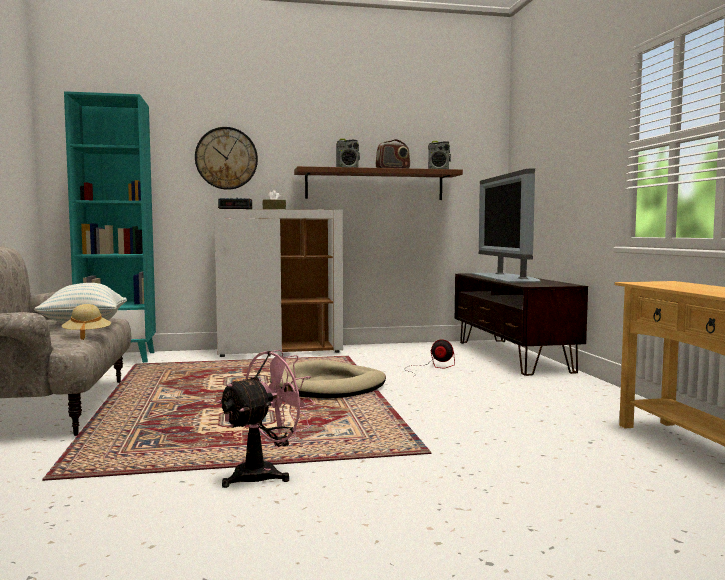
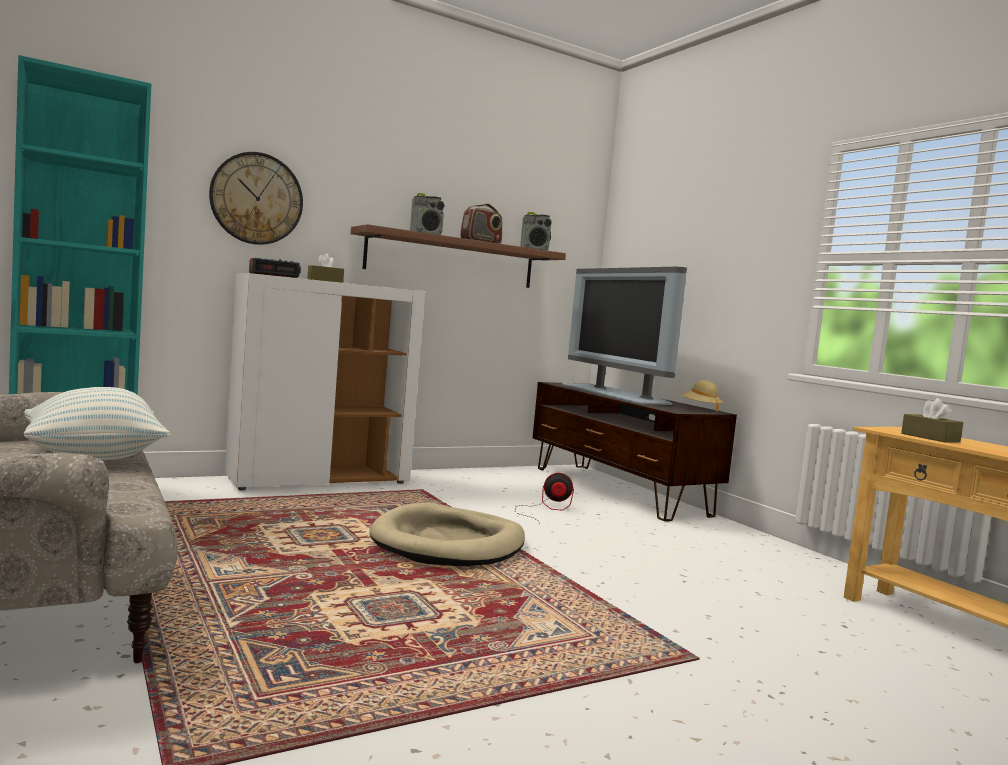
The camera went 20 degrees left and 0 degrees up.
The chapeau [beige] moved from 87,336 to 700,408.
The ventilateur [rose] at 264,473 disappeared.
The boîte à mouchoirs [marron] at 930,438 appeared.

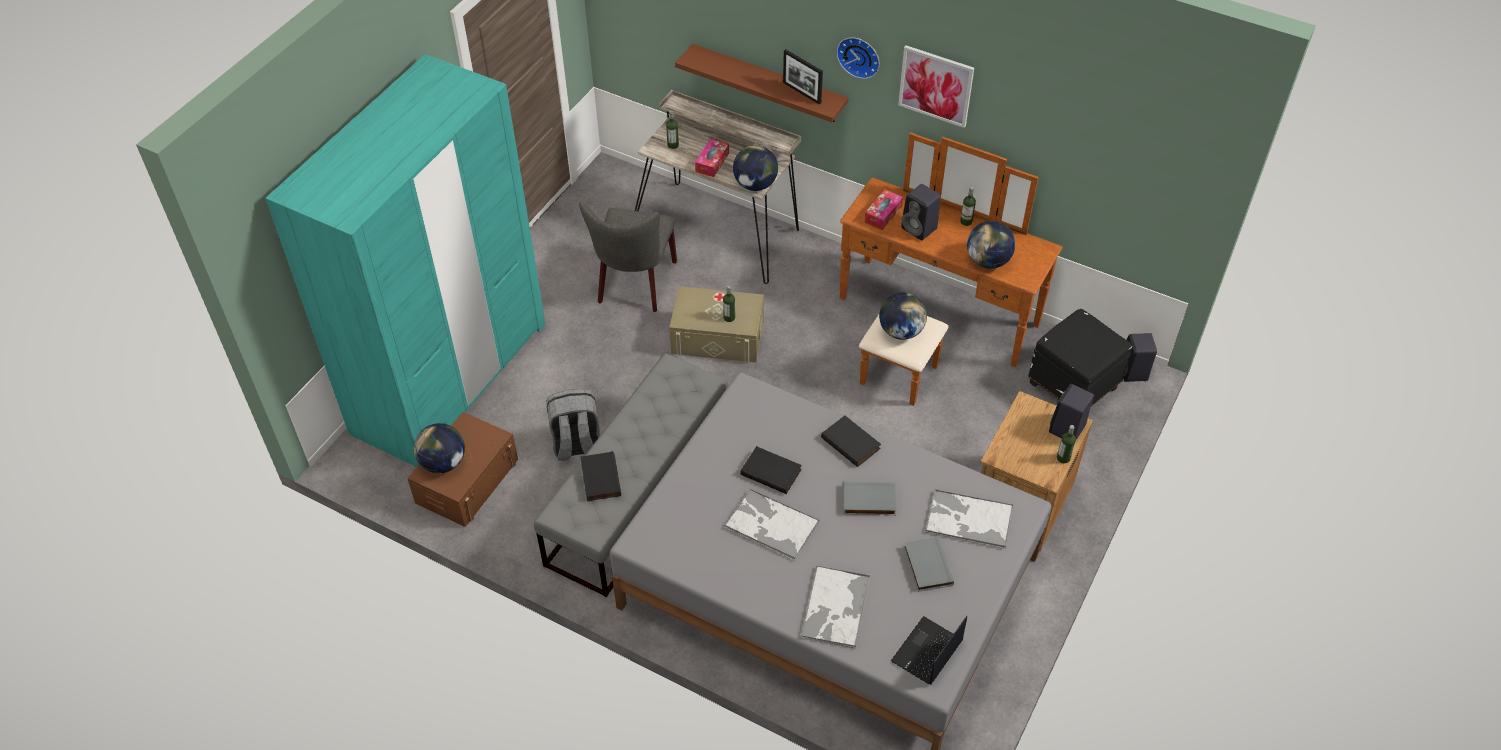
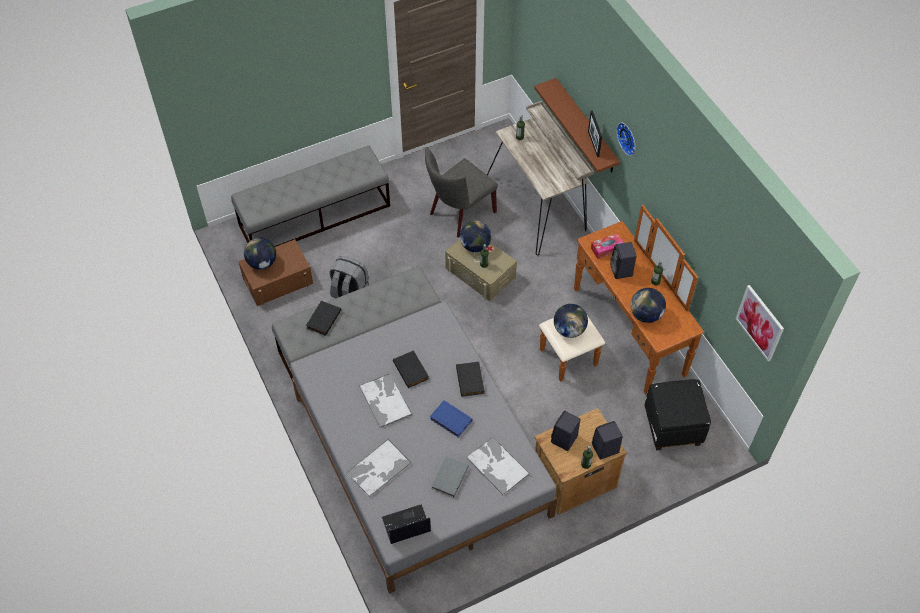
The camera went 35 degrees right and 5 degrees up.
The tableau moved from 936,86 to 760,322.
The armoire [turquoise] at 450,378 was replaced by the banc [gris] at 315,215.
The boîte à mouchoirs at 712,162 disappeared.
The globe moved from 755,185 to 475,246.
The enceinte [noir] moved from 1133,372 to 564,440.
The livre [gris] at 868,501 became the livre [bleu] at 450,420.

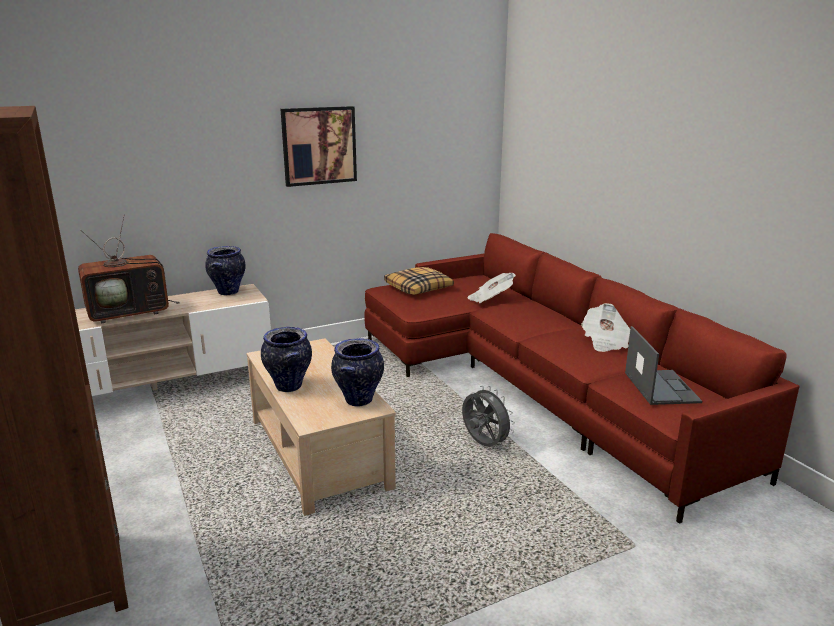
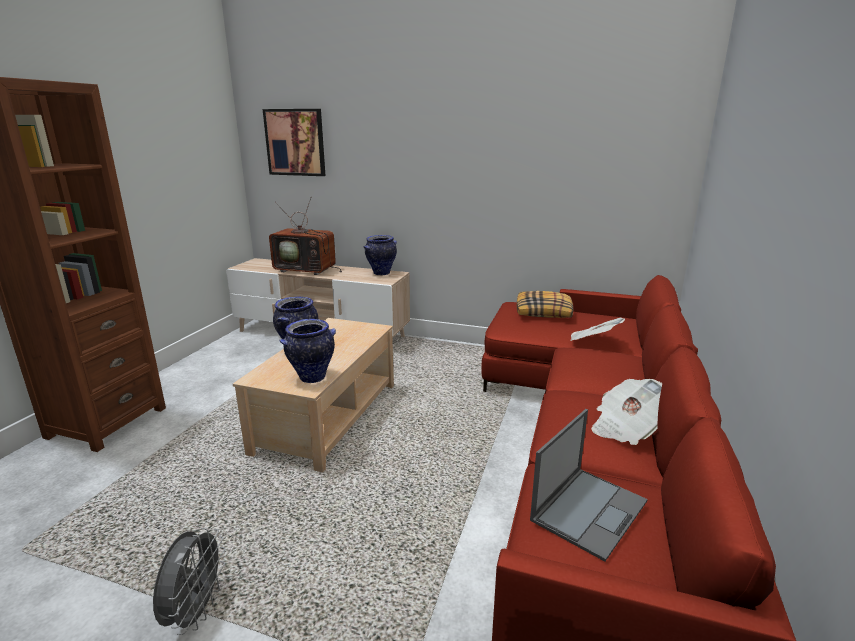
The camera went 45 degrees right and 0 degrees up.
The tableau moved from 319,145 to 295,142.
The ventilateur [gris] moved from 483,445 to 195,612.

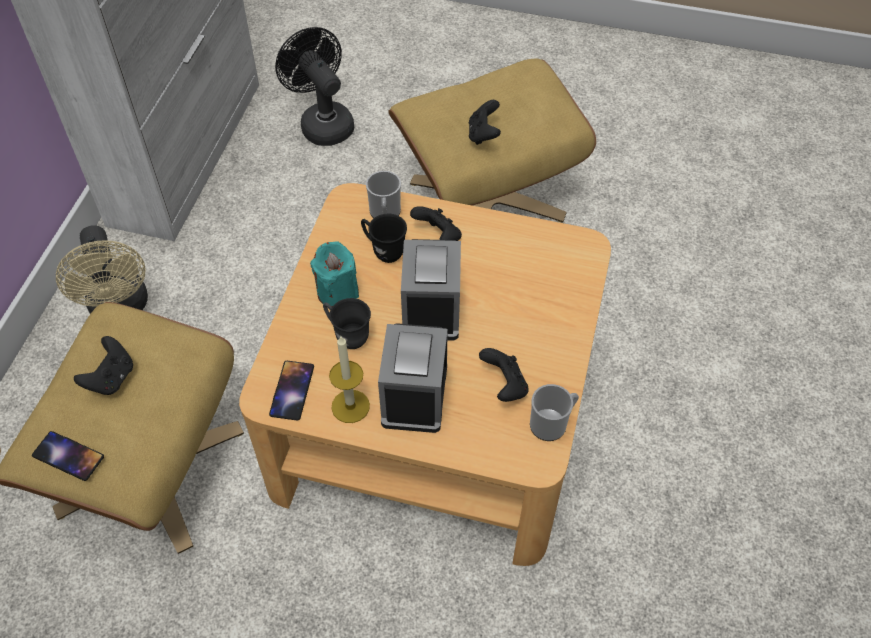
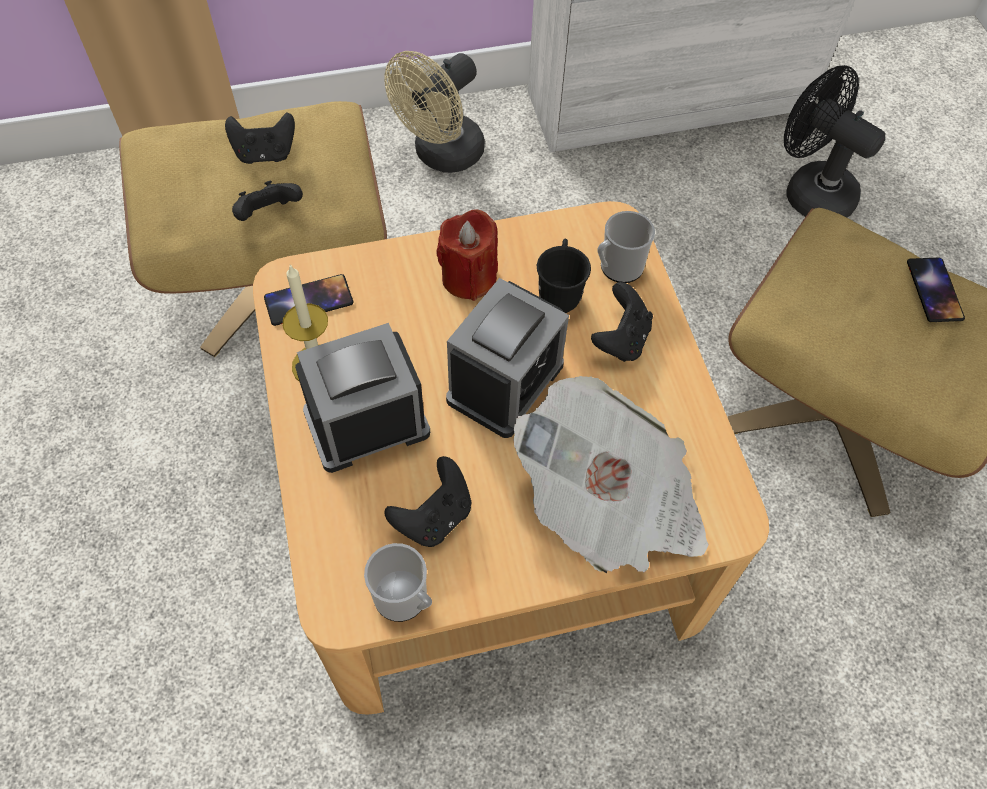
The camera went 60 degrees right and 5 degrees up.
The ventilateur [noir] at 322,122 turned 75 degrees counterclockwise.
The manette [noir] moved from 483,134 to 269,215.
The réveil at 431,308 turned 150 degrees clockwise.
The bougie [turquoise] at 337,292 became the bougie [rouge] at 469,277.
The mug [gris] at 347,335 disappeared.
The téléphone moved from 68,456 to 934,290.
The journal at 611,502 appeared.

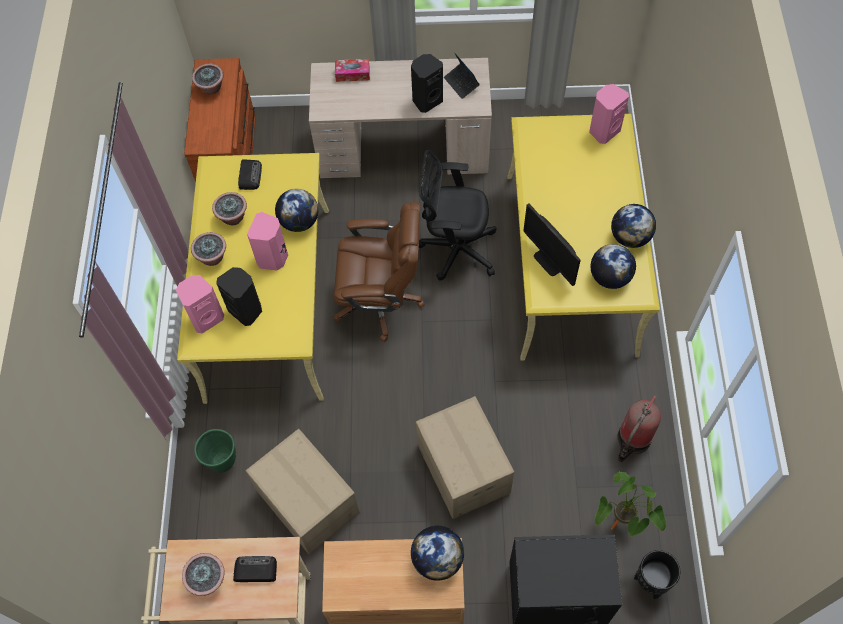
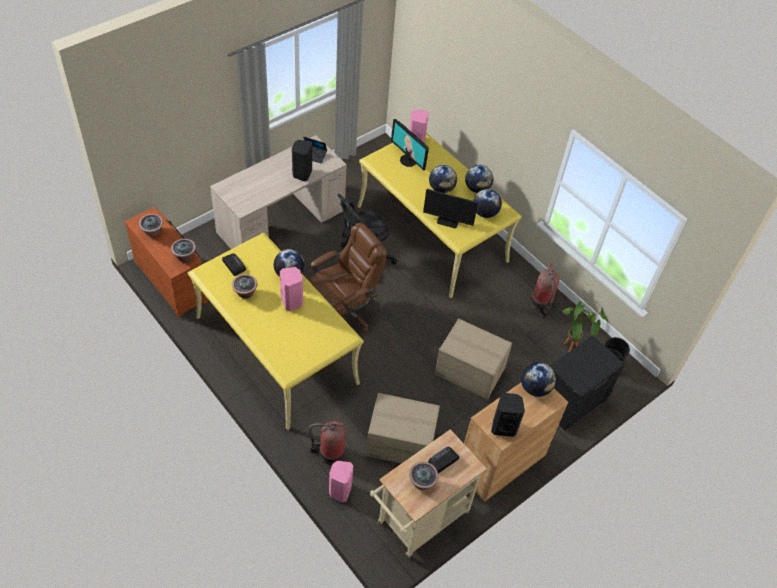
The camera went 45 degrees left and 10 degrees down.
The boîte à mouchoirs at 352,74 disappeared.
The plante en pot moved from 212,257 to 184,257.
The enceinte [noir] moved from 246,310 to 503,427.
The enceinte [rose] moved from 206,317 to 339,490.
The cache-pot [vert] at 222,461 was replaced by the extincteur at 329,453.
The écran d'ordinateur at 408,160 appeared.
The globe at 441,189 appeared.

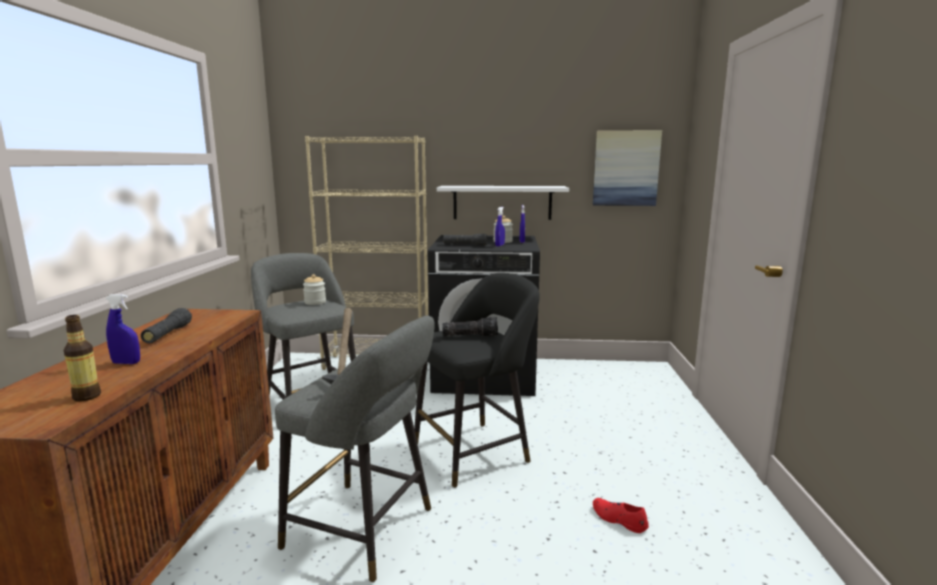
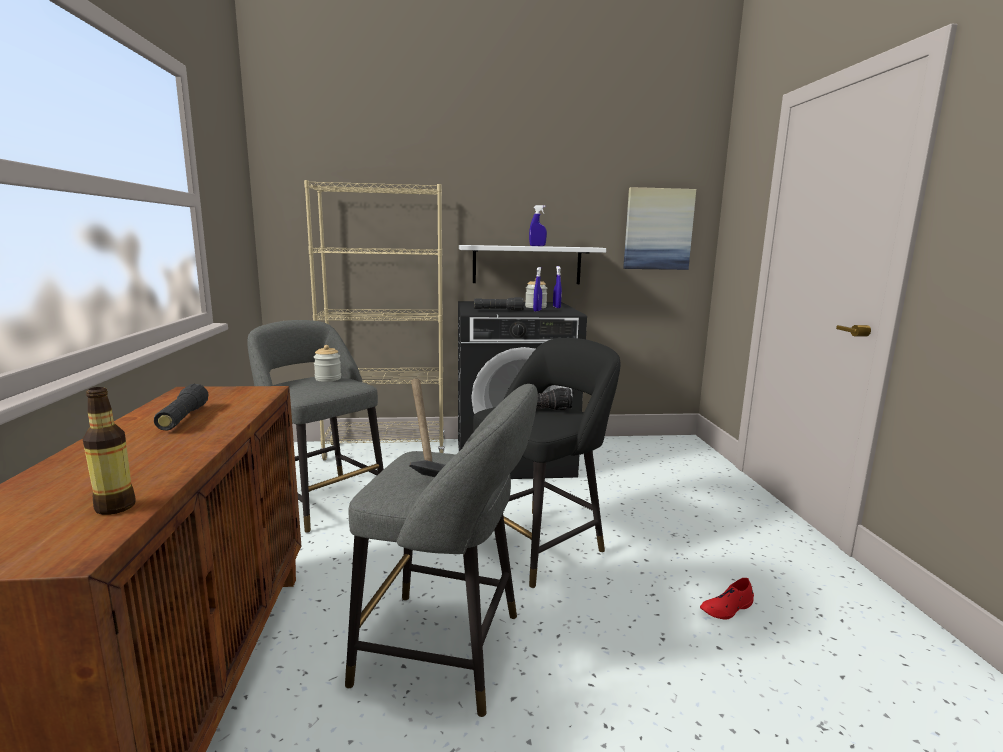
The camera went 10 degrees left and 0 degrees up.
The vaporisateur [bleu] moved from 126,363 to 537,246.
The chaussure [rouge] at 618,519 turned 60 degrees counterclockwise.

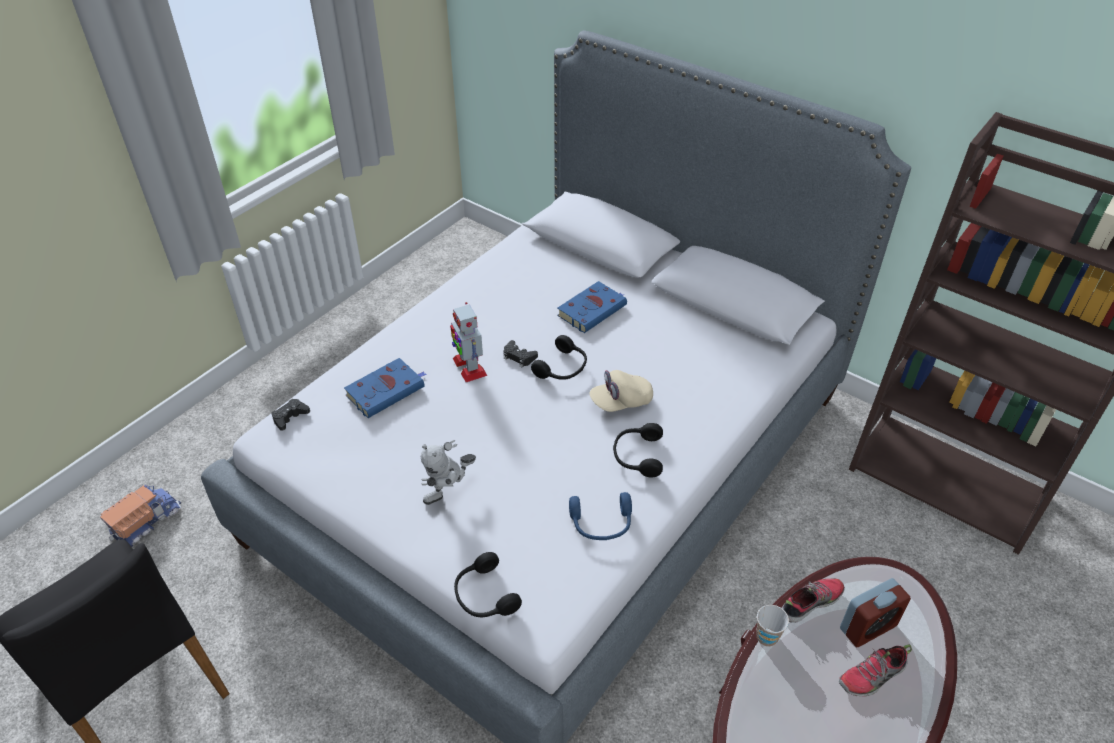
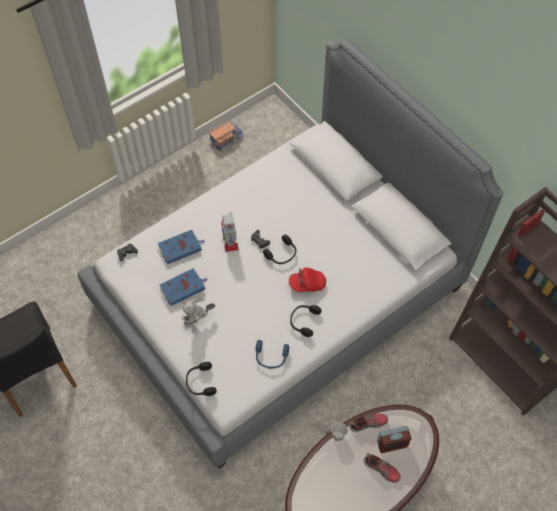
The camera went 15 degrees right and 15 degrees up.
The livre [bleu] moved from 593,309 to 183,288.
The casquette [beige] at 621,402 became the casquette [rouge] at 307,284.
The camion jouet moved from 145,521 to 226,139.
The chaussure at 872,676 turned 135 degrees counterclockwise.

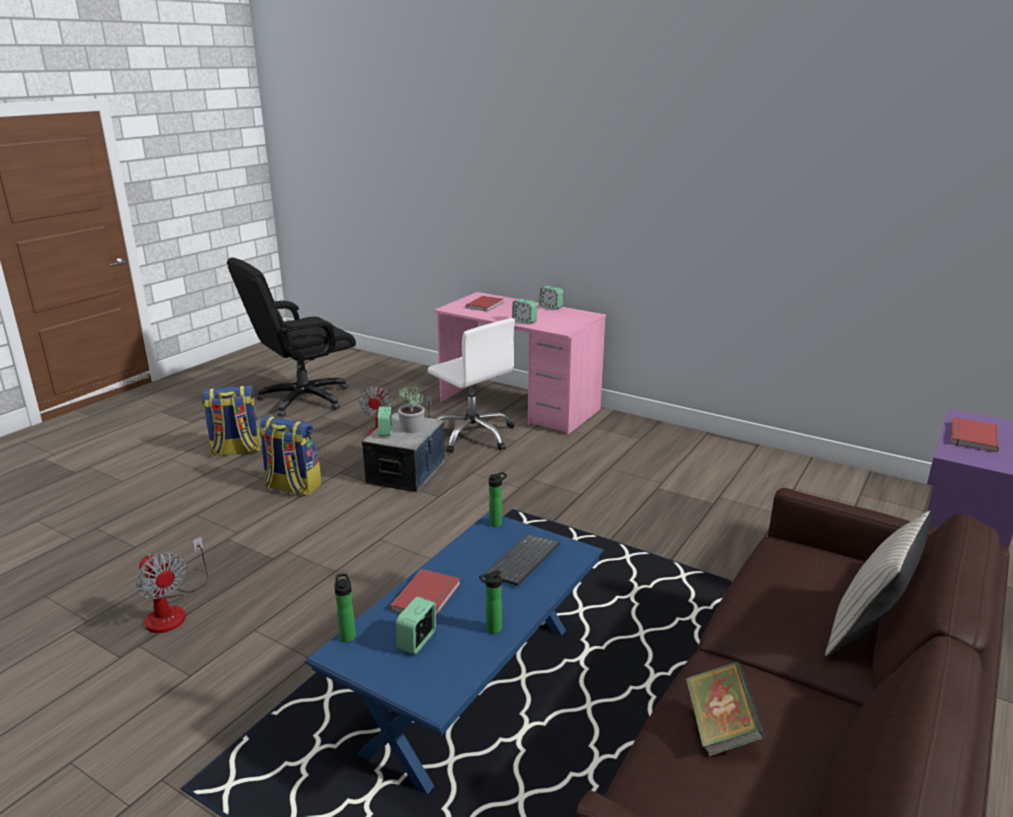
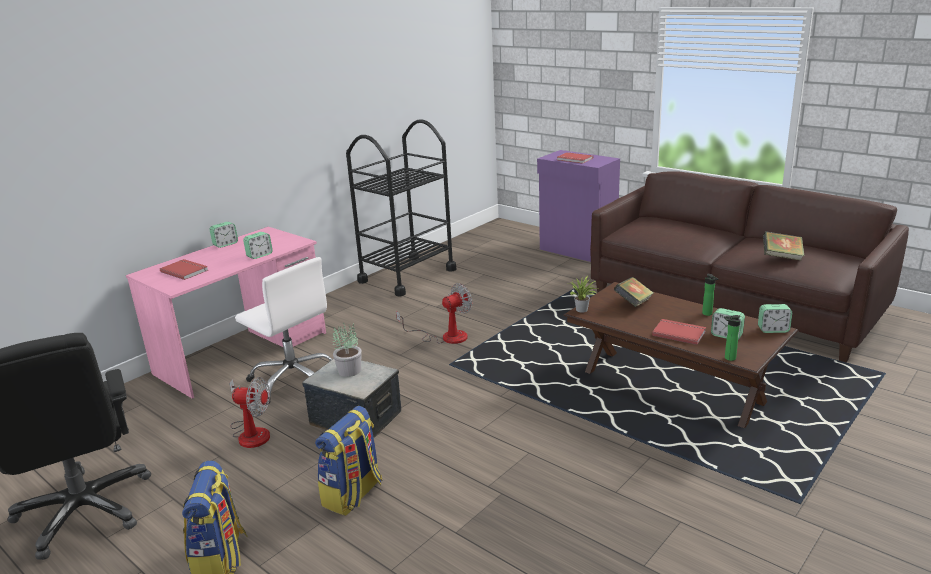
The camera went 80 degrees left and 0 degrees up.
The chaise de bureau [blanc] at 473,435 turned 75 degrees clockwise.
The réveil moved from 385,432 to 773,330.
The bouteille at 497,523 was replaced by the plante en pot at 582,310.
The coussin [beige] at 868,630 disappeared.
The table basse [bleu] at 471,688 became the table basse [marron] at 672,387.
The clavier at 523,562 was replaced by the livre at 633,303.
The ventilateur moved from 173,610 to 445,337.
The chariot [noir] at 407,275 appeared.

